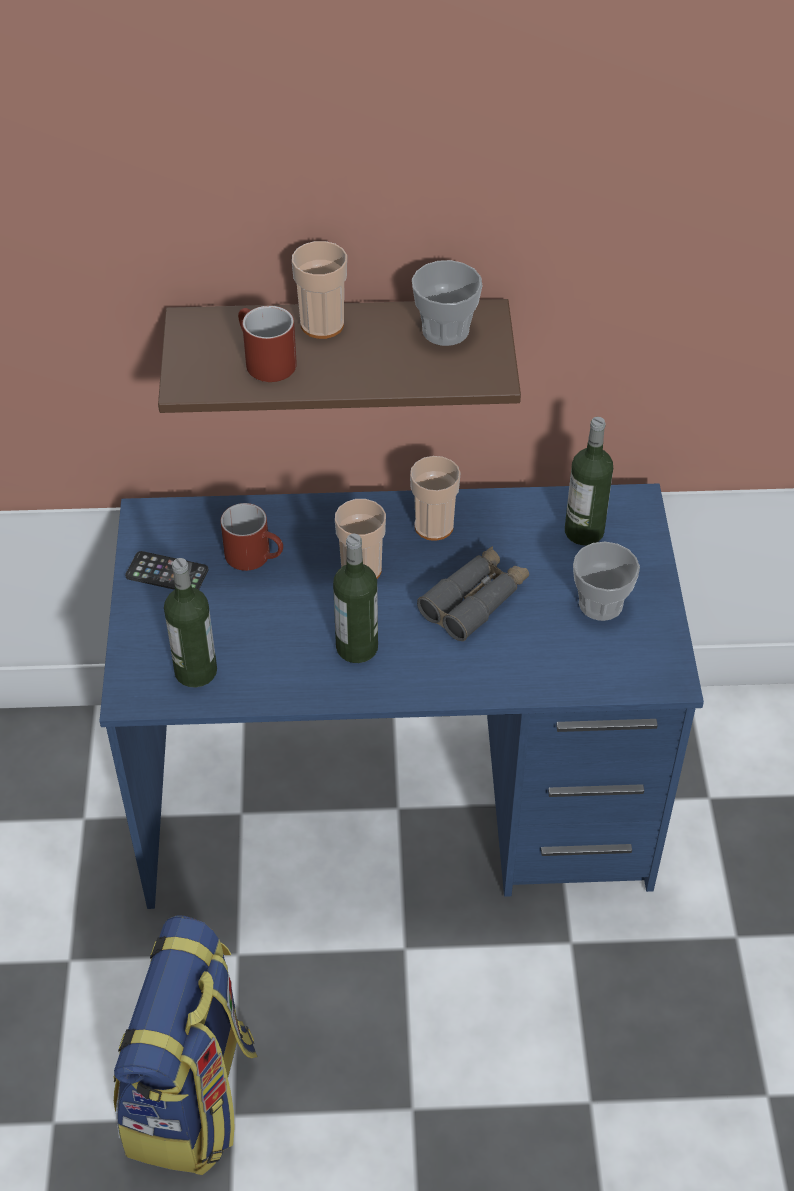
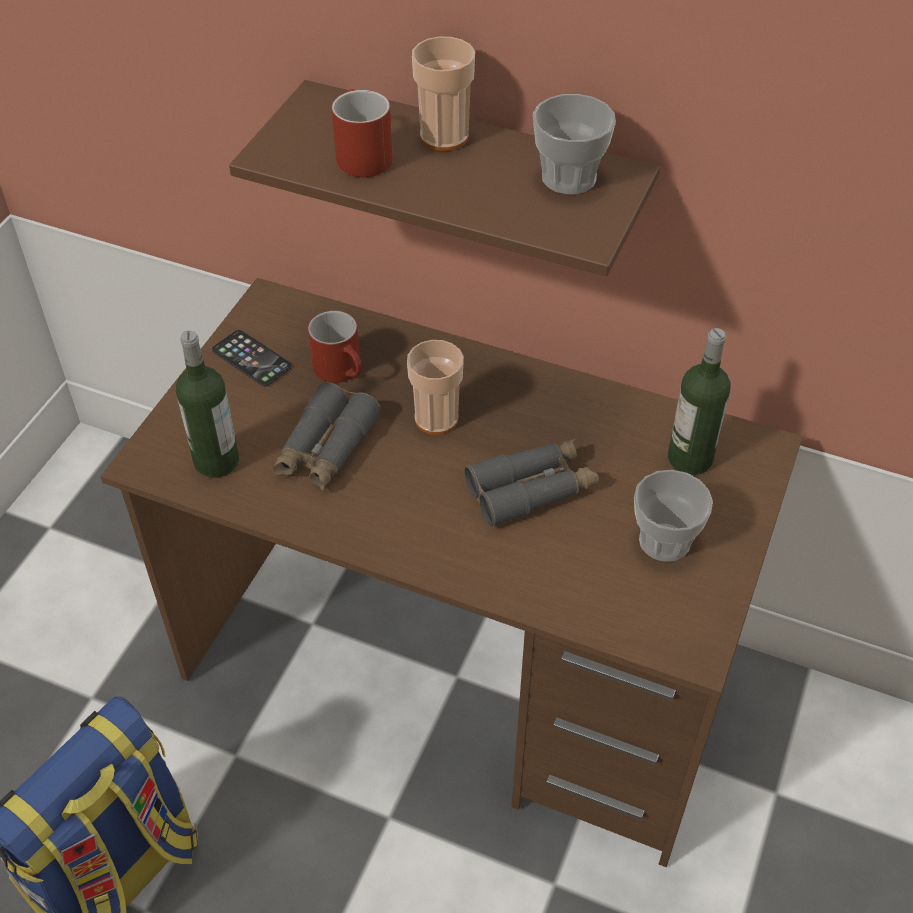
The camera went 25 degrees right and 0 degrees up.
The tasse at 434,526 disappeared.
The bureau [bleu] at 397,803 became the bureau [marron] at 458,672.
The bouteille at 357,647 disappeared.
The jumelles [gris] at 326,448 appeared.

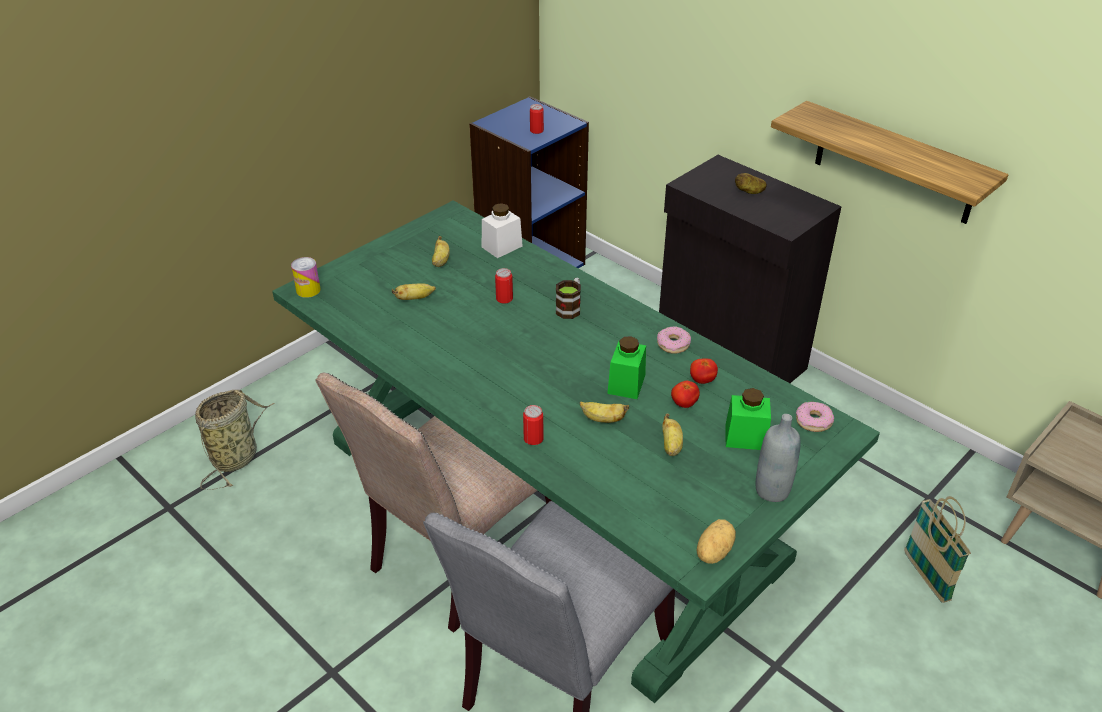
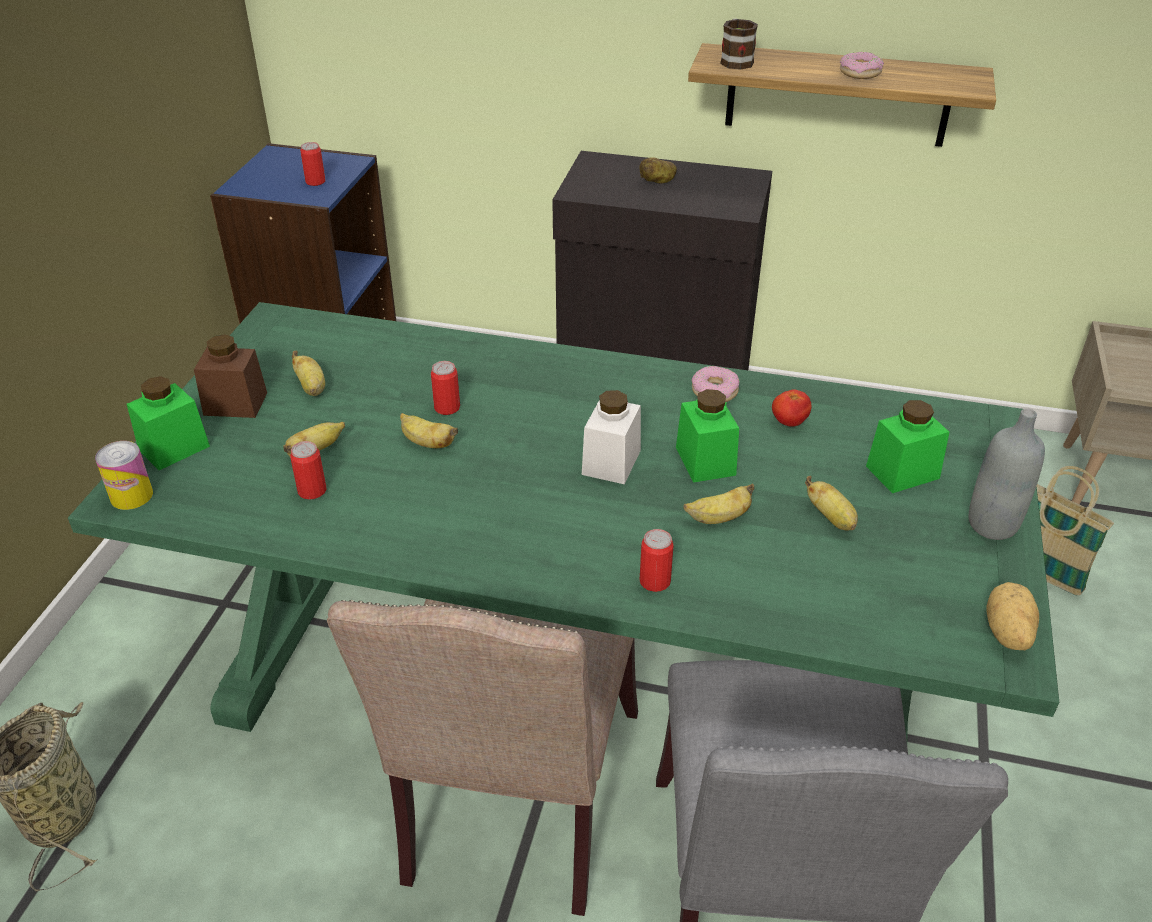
The camera went 30 degrees left and 0 degrees up.
The bocal [blanc] moved from 502,246 to 611,462.
The mug moved from 570,308 to 735,60.
The tomate at 684,404 disappeared.
The beignet moved from 813,421 to 860,73.
The bocal [marron] at 235,404 appeared.
The bocal [vert] at 174,448 appeared.
The banane at 427,443 appeared.
The boîte métallique at 312,491 appeared.

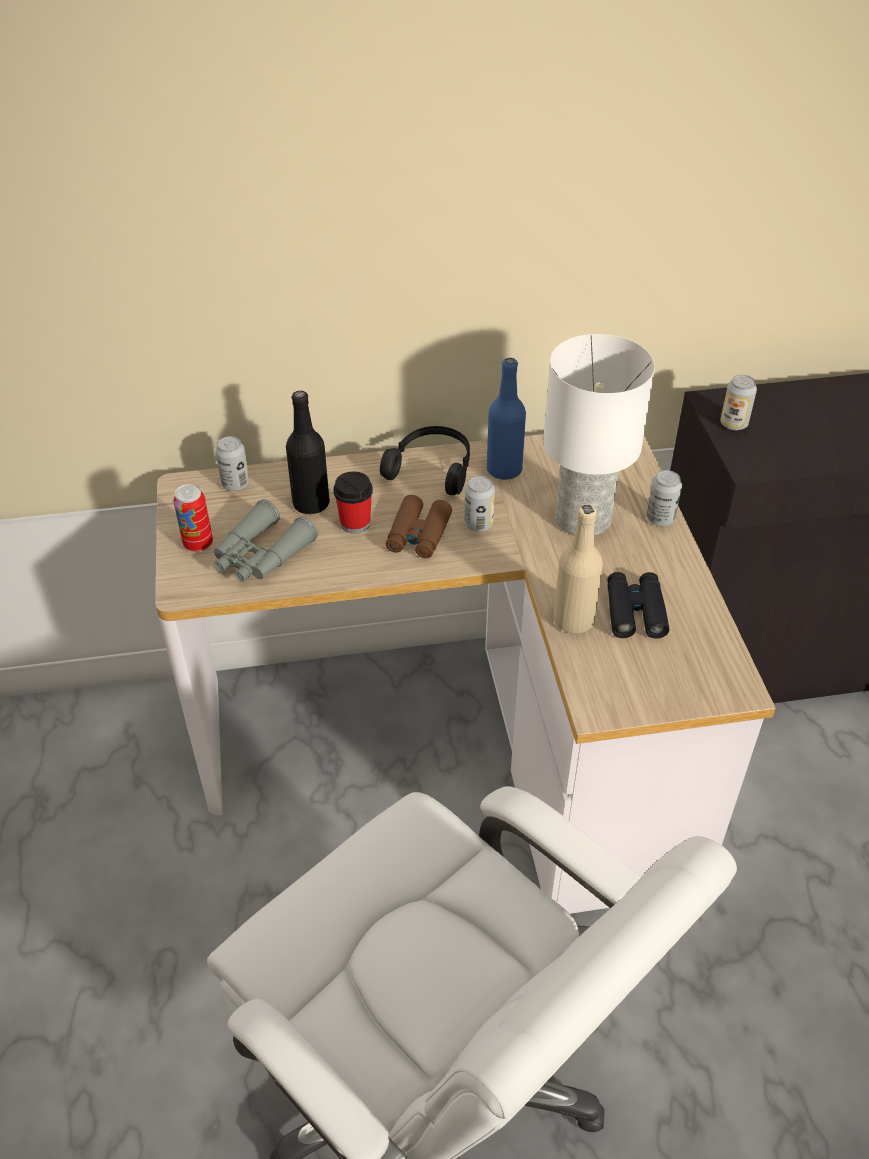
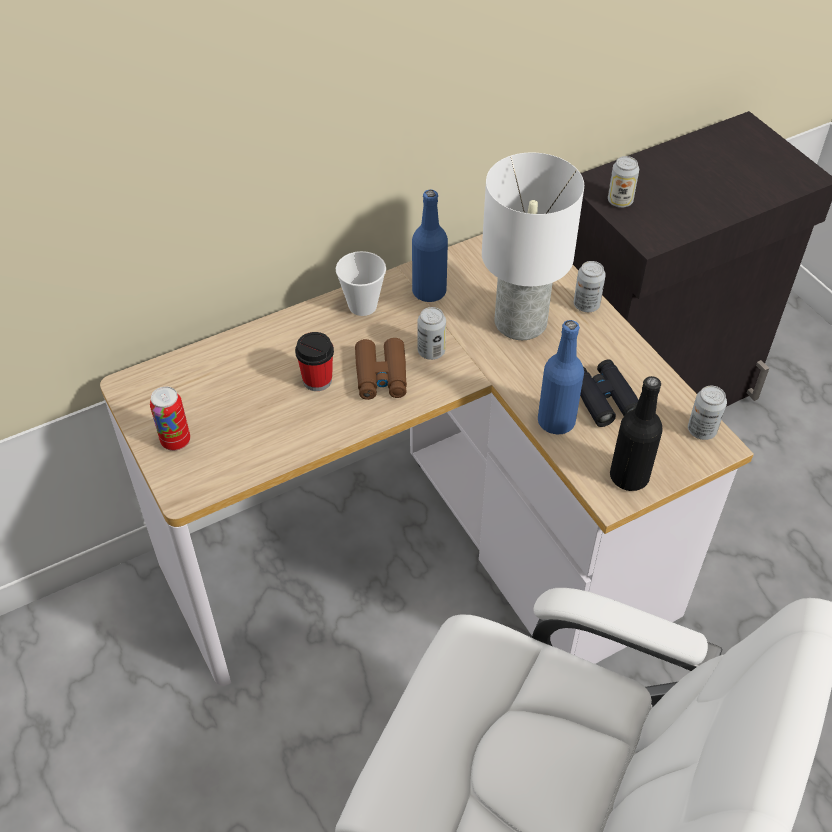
The camera went 20 degrees left and 5 degrees up.
The bouteille [noir] moved from 311,504 to 629,477.
The casque audio [noir] at 432,468 was replaced by the tasse at 362,306.
The boîte métallique moved from 235,484 to 701,430.
The jumelles [gris] at 261,555 disappeared.
The bouteille [beige] at 573,620 became the bouteille [bleu] at 556,421.

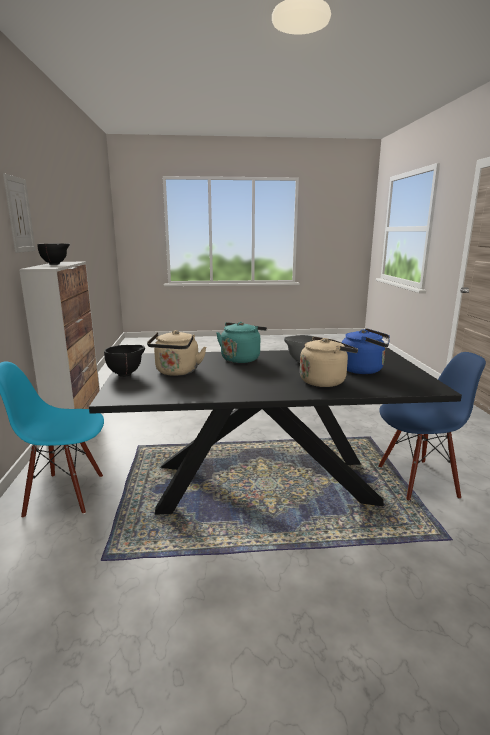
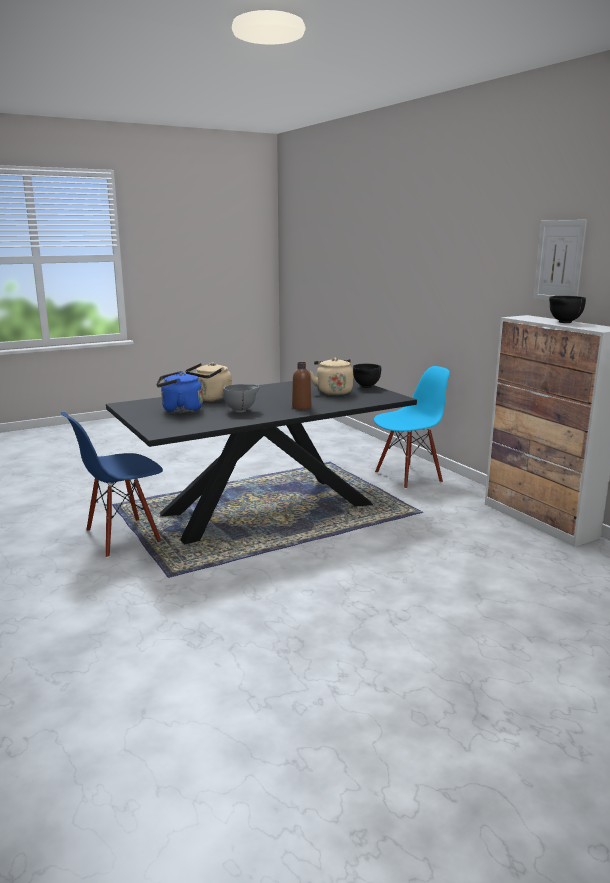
The camera went 155 degrees right and 0 degrees up.
The bouilloire [turquoise] at 241,358 was replaced by the bouteille [marron] at 301,407.

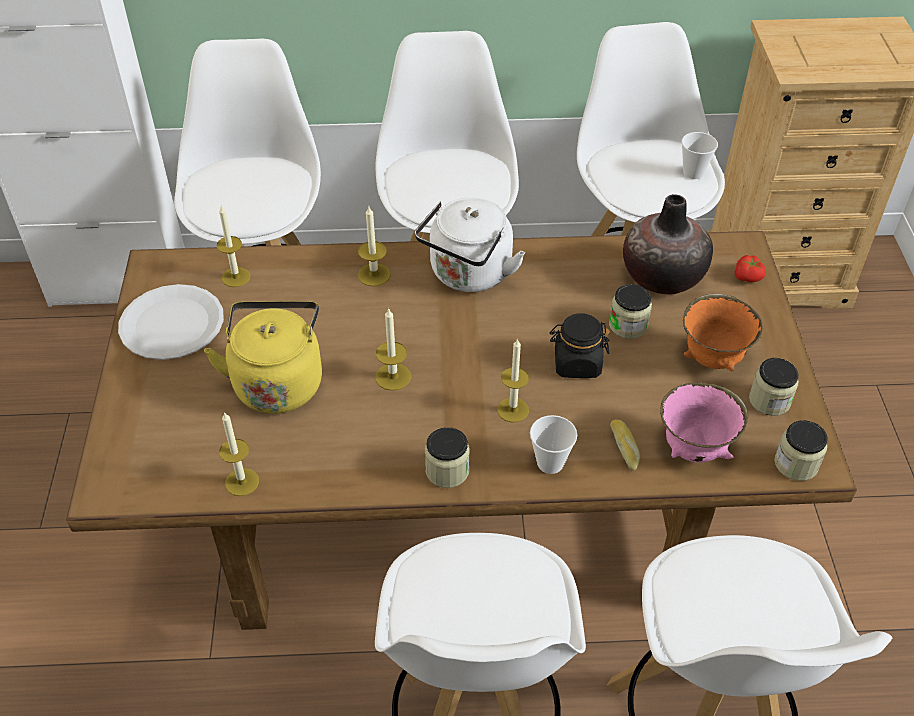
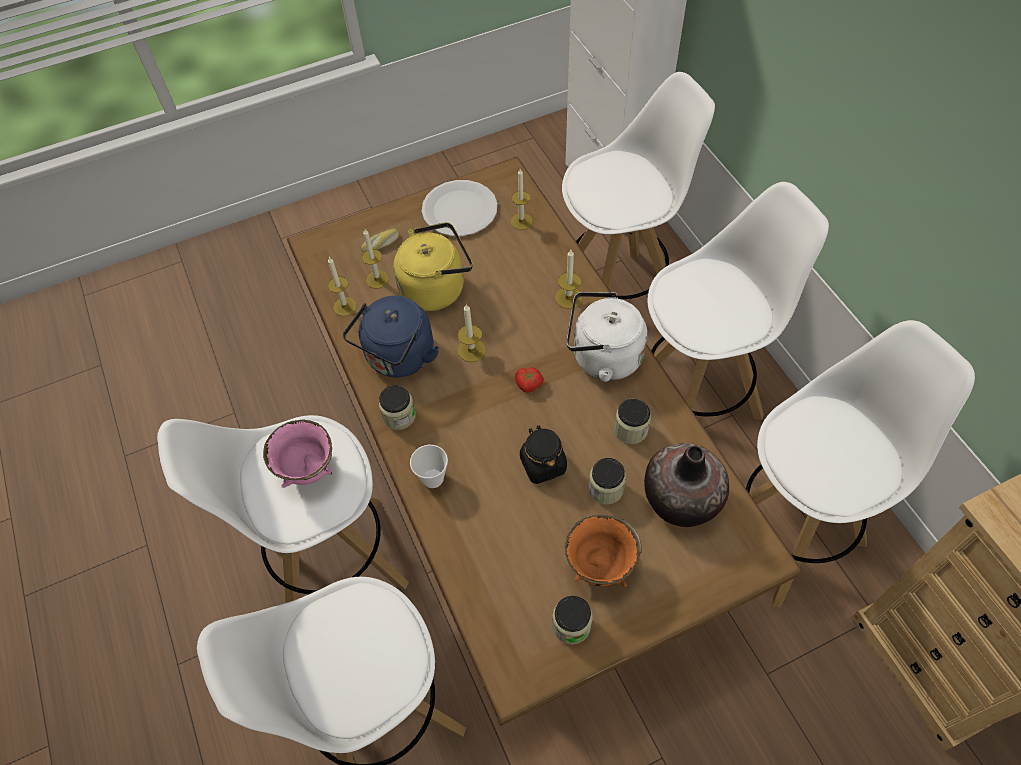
The camera went 70 degrees right and 10 degrees up.
The tasse at 693,172 disappeared.
The tomate moved from 748,277 to 528,385.
The bougie moved from 513,410 to 377,279.
The bol [rose] moved from 694,450 to 308,470.
The pain moved from 625,448 to 381,244.
The bocal moved from 796,464 to 630,429.
The bouilloire [bleu] at 398,358 appeared.

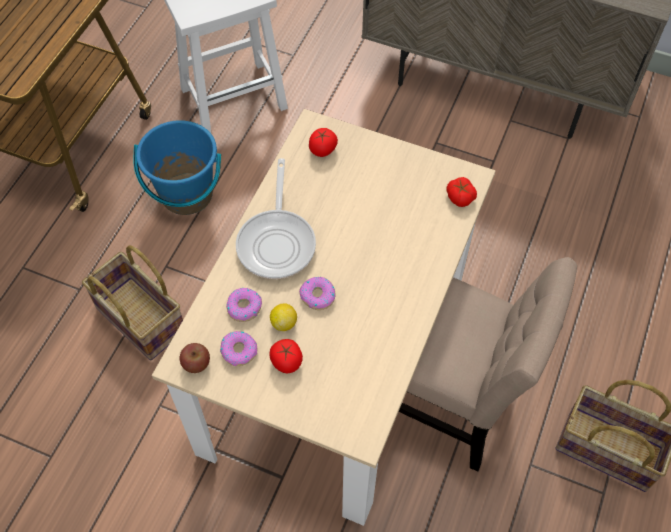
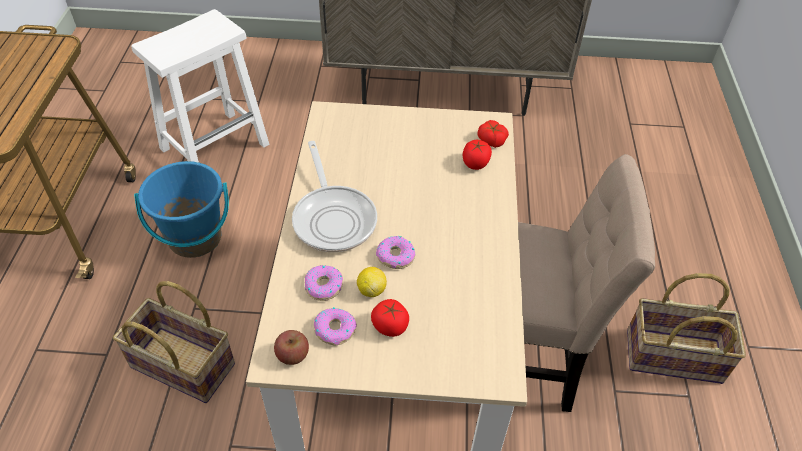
The camera went 20 degrees left and 10 degrees down.
The tomate moved from 323,150 to 475,163.

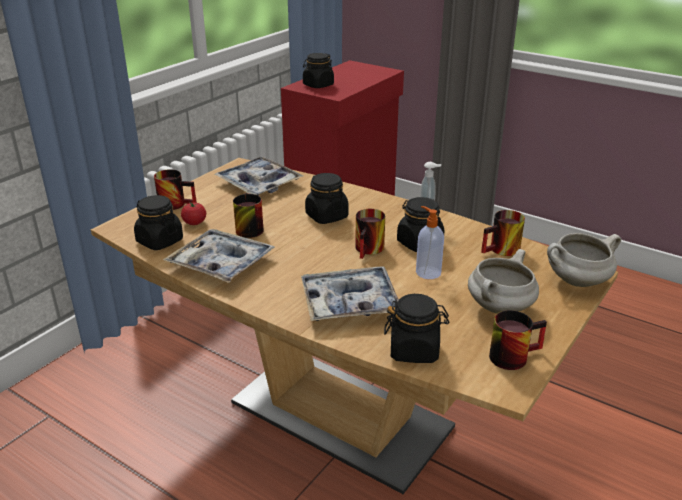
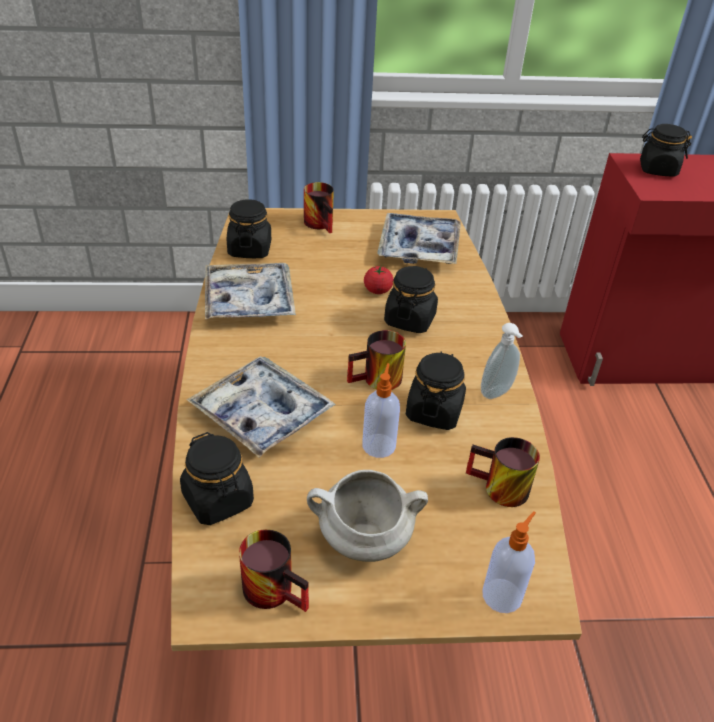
The camera went 50 degrees right and 10 degrees up.
The mug at 246,228 disappeared.
The tomate moved from 194,222 to 377,290.
The marmite [blanc] at 577,282 was replaced by the distributeur de savon at 503,594.

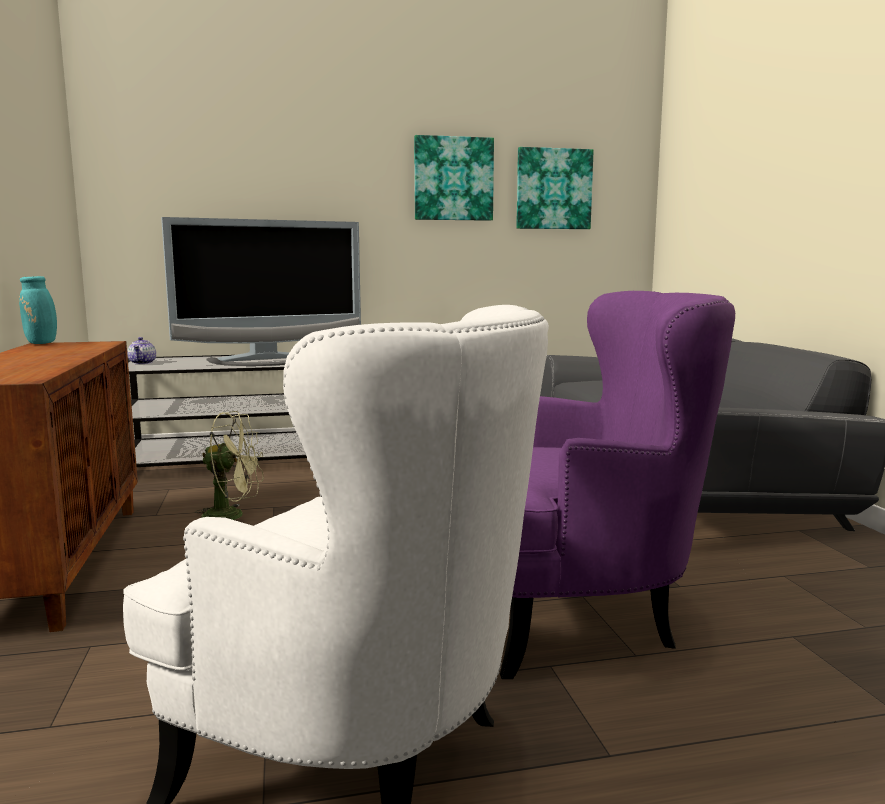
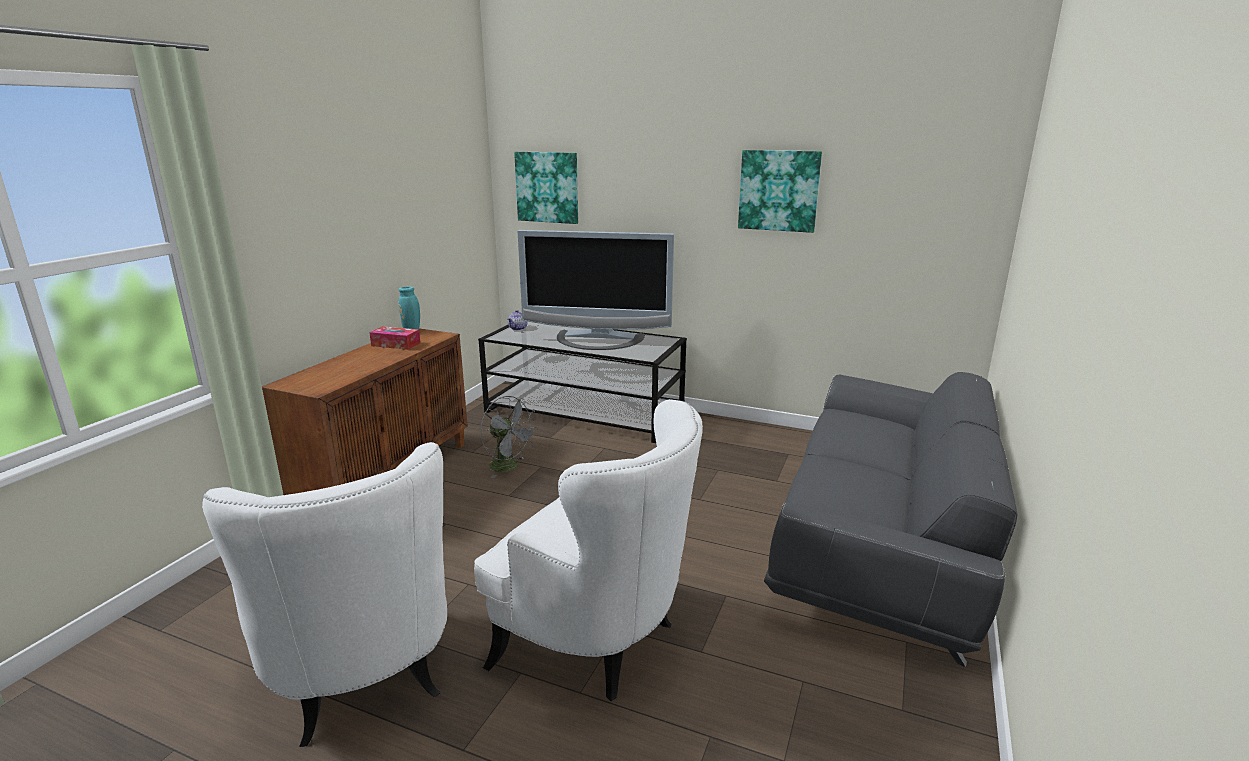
The camera went 35 degrees right and 10 degrees up.
The tableau moved from 553,189 to 547,187.
The fauteuil [violet] at 581,612 became the fauteuil [blanc] at 598,641.
The ventilateur [vert] at 232,516 became the ventilateur [gris] at 509,467.
The boîte à mouchoirs at 395,344 appeared.

